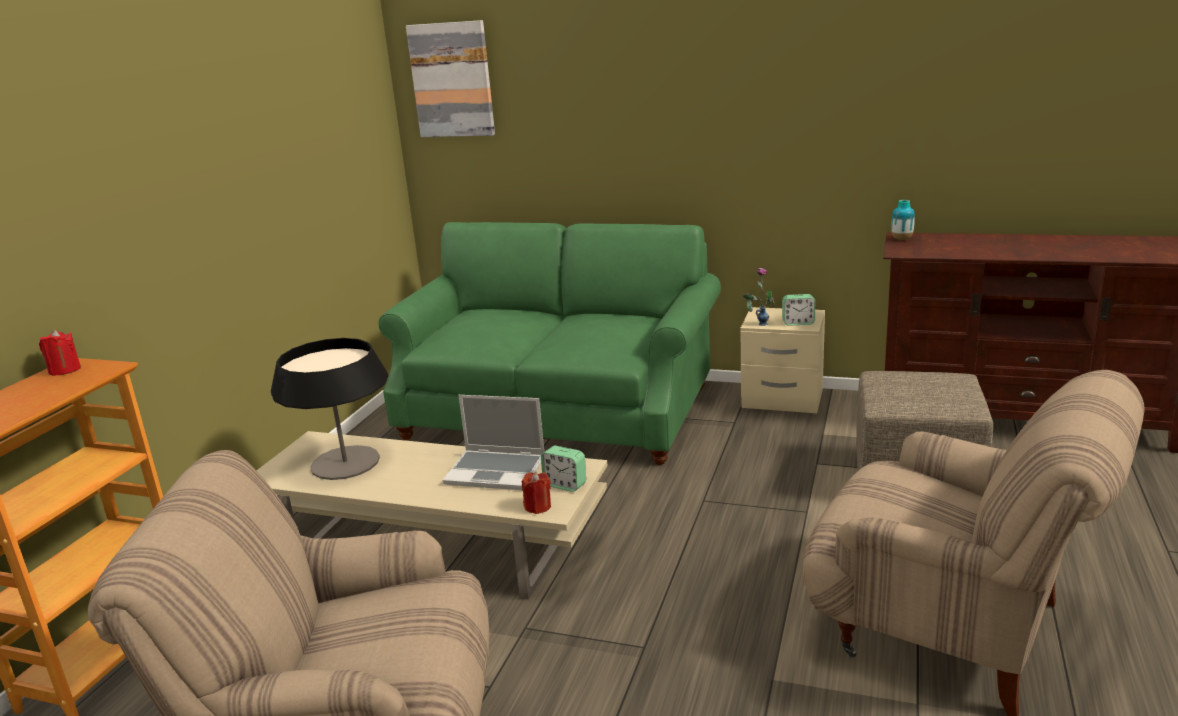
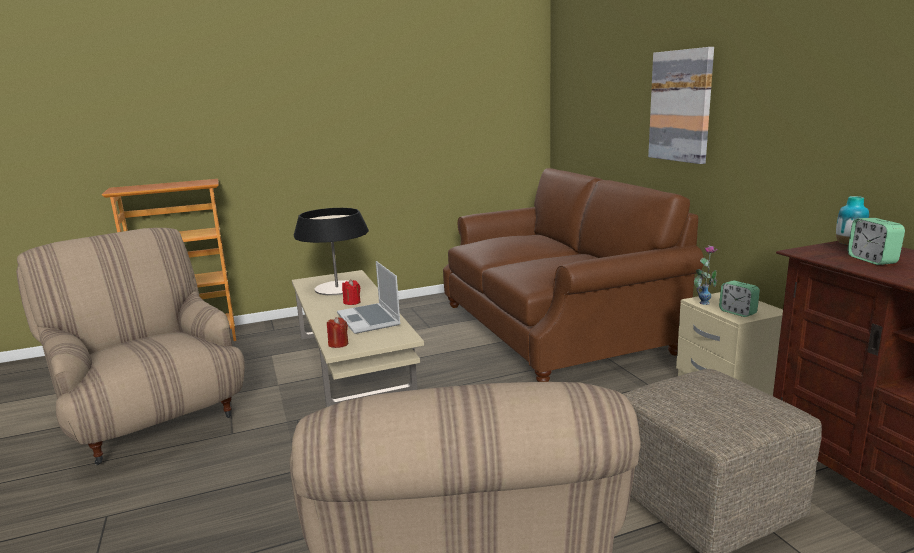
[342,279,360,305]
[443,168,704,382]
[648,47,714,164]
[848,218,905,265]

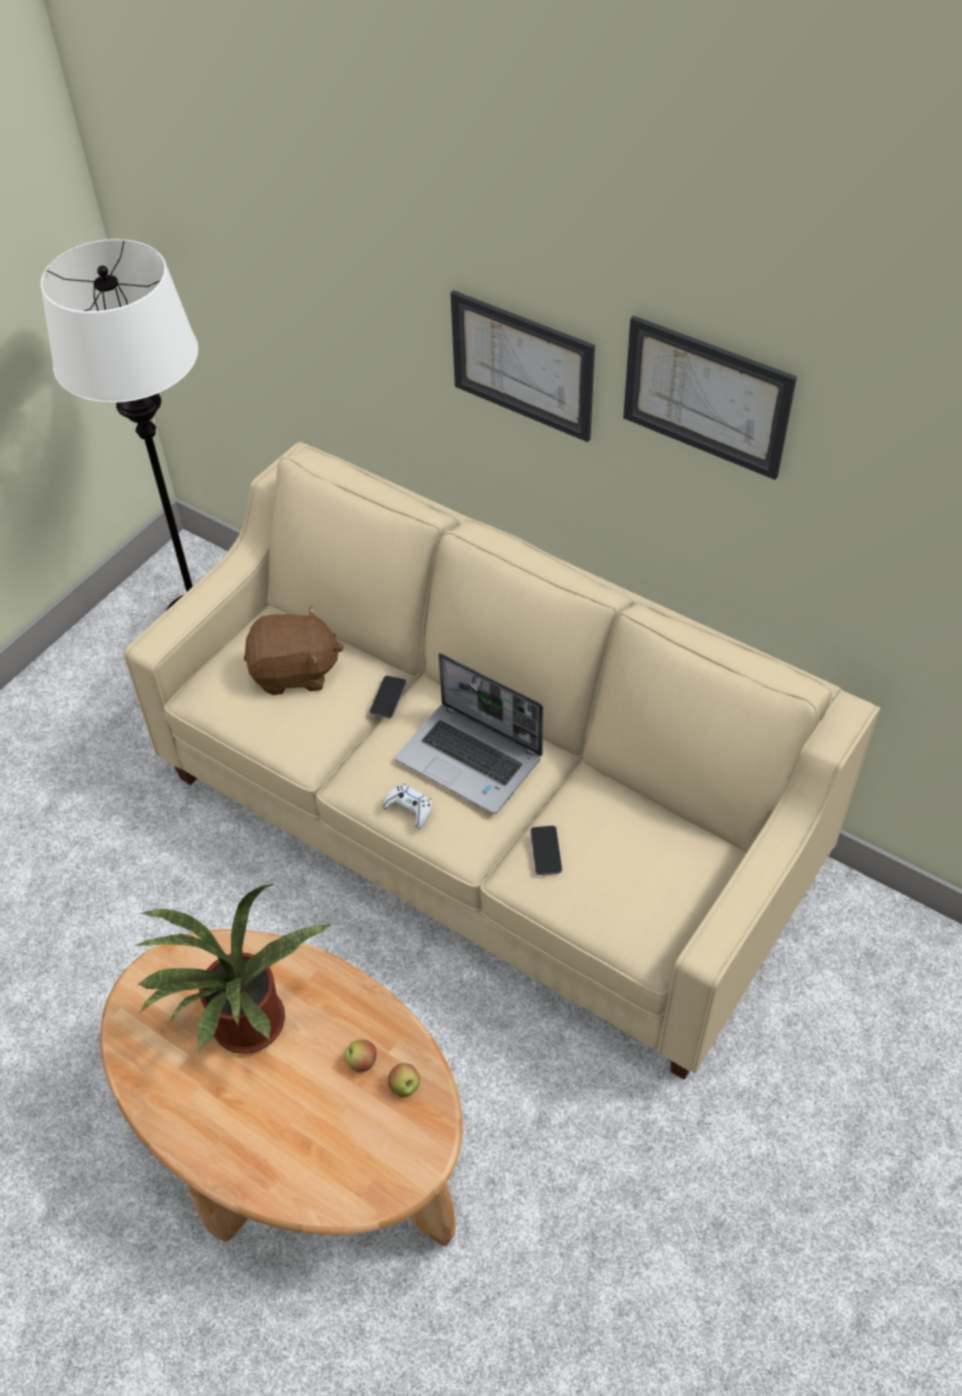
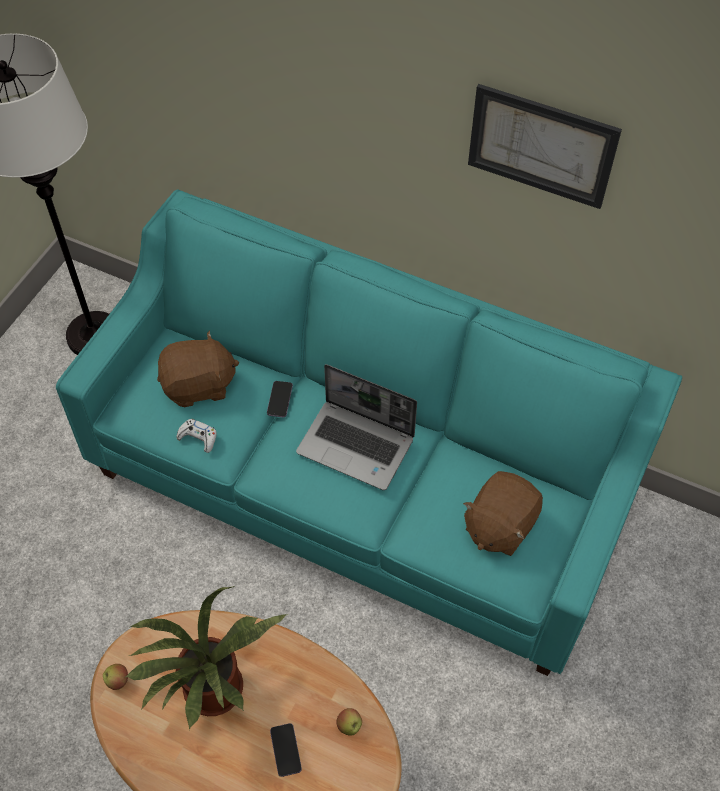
[56,190,682,676]
[103,664,128,690]
[176,419,216,453]
[270,723,302,777]
[463,471,543,556]
[450,290,595,442] (first image)

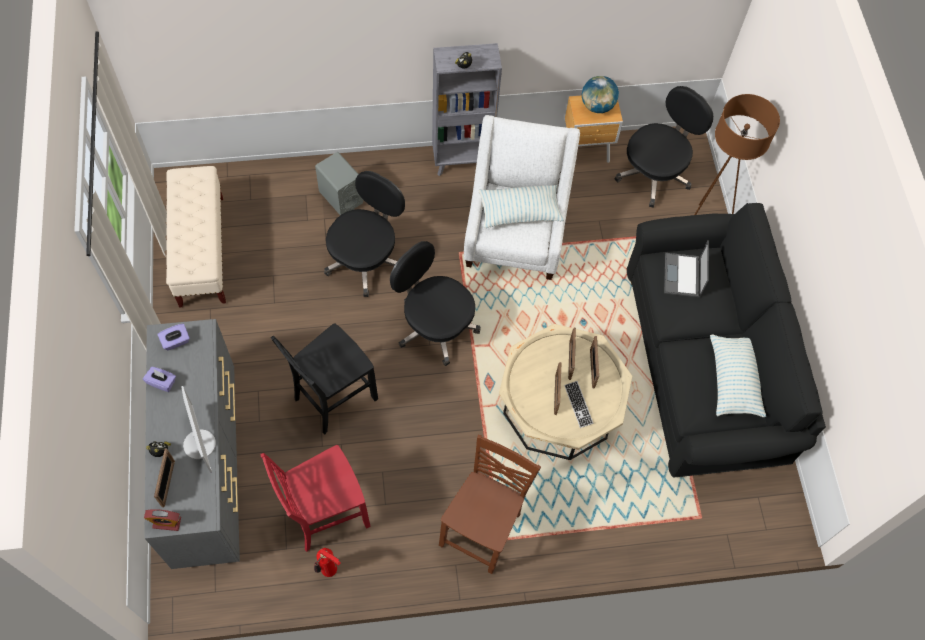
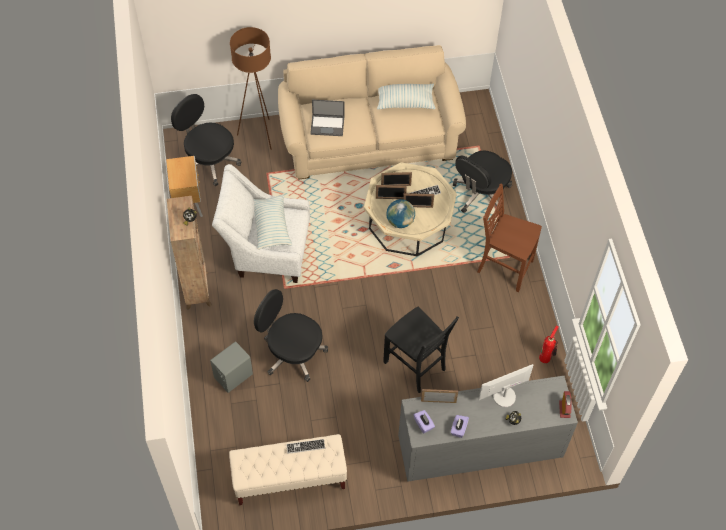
[167,196,212,310]
[278,45,466,180]
[286,439,325,454]
[387,199,415,228]
[421,389,458,403]
[453,150,512,213]
[260,445,370,552] (first image)

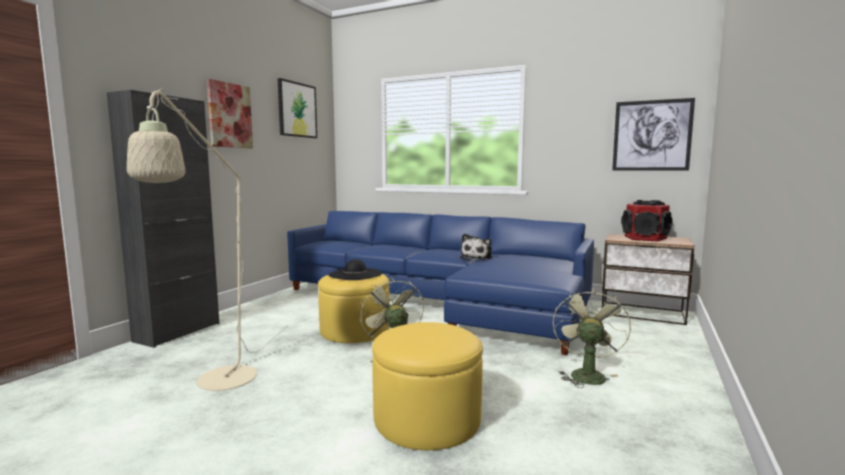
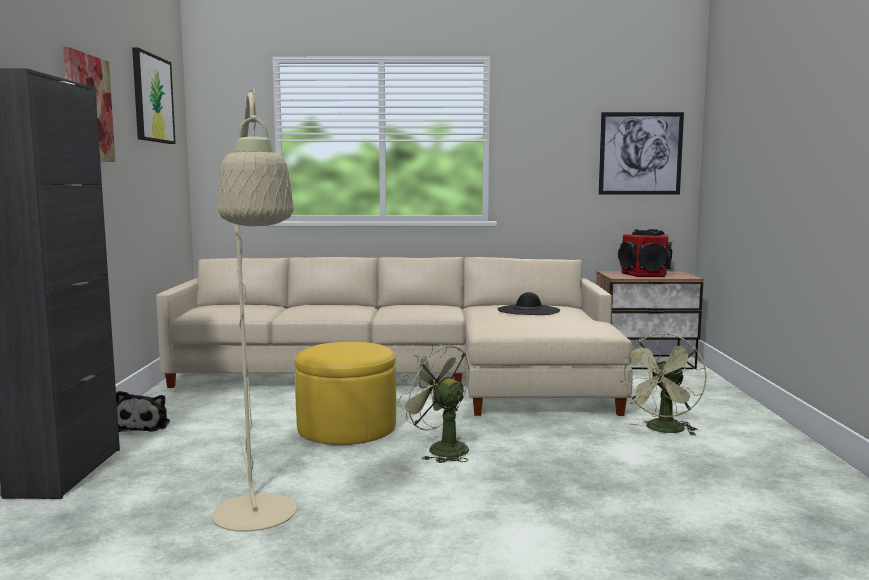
[116,391,170,432]
[156,257,633,416]
[498,292,560,315]
[620,333,707,436]
[372,322,483,450] (first image)

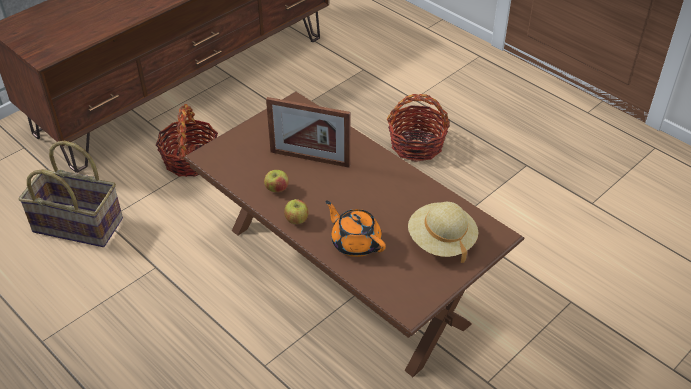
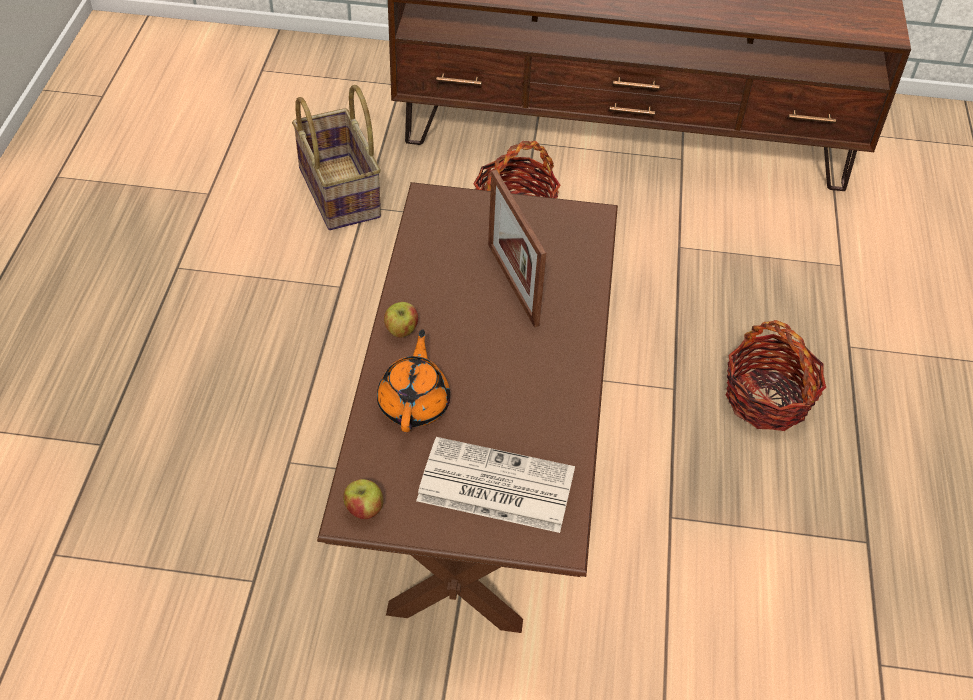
[343,479,384,519]
[416,437,575,533]

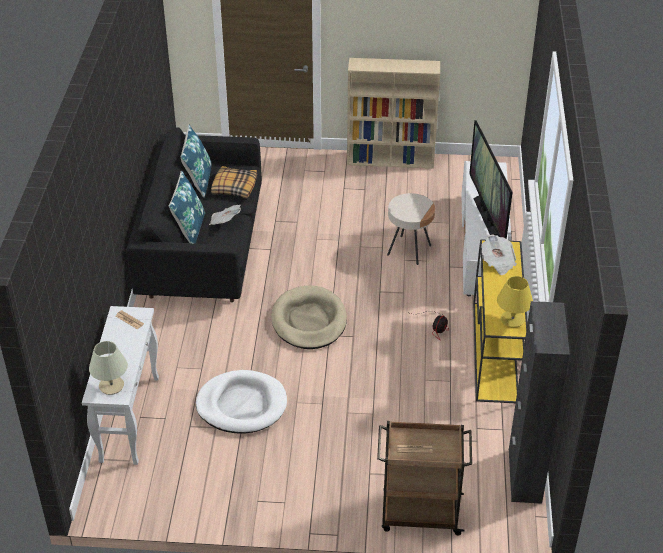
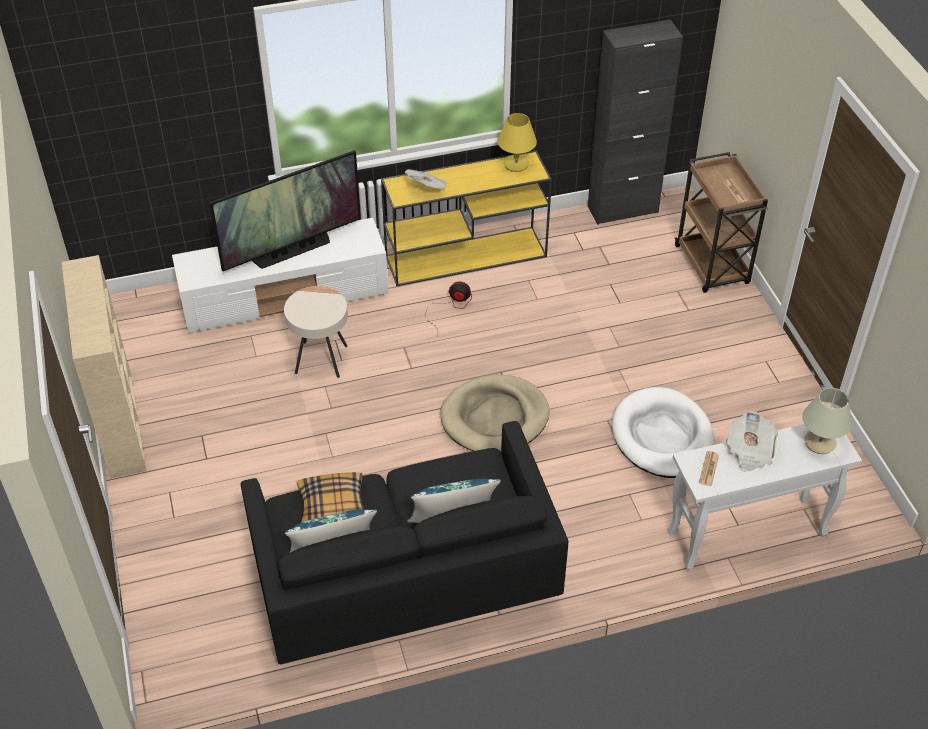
[726,411,778,472]

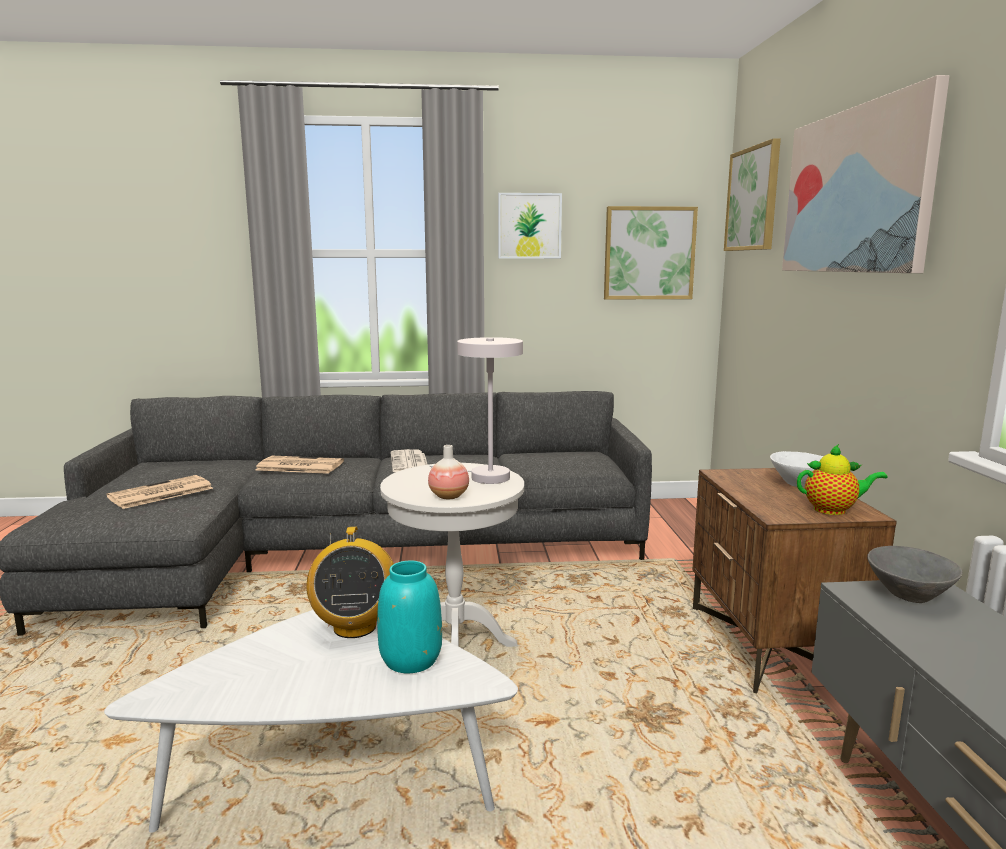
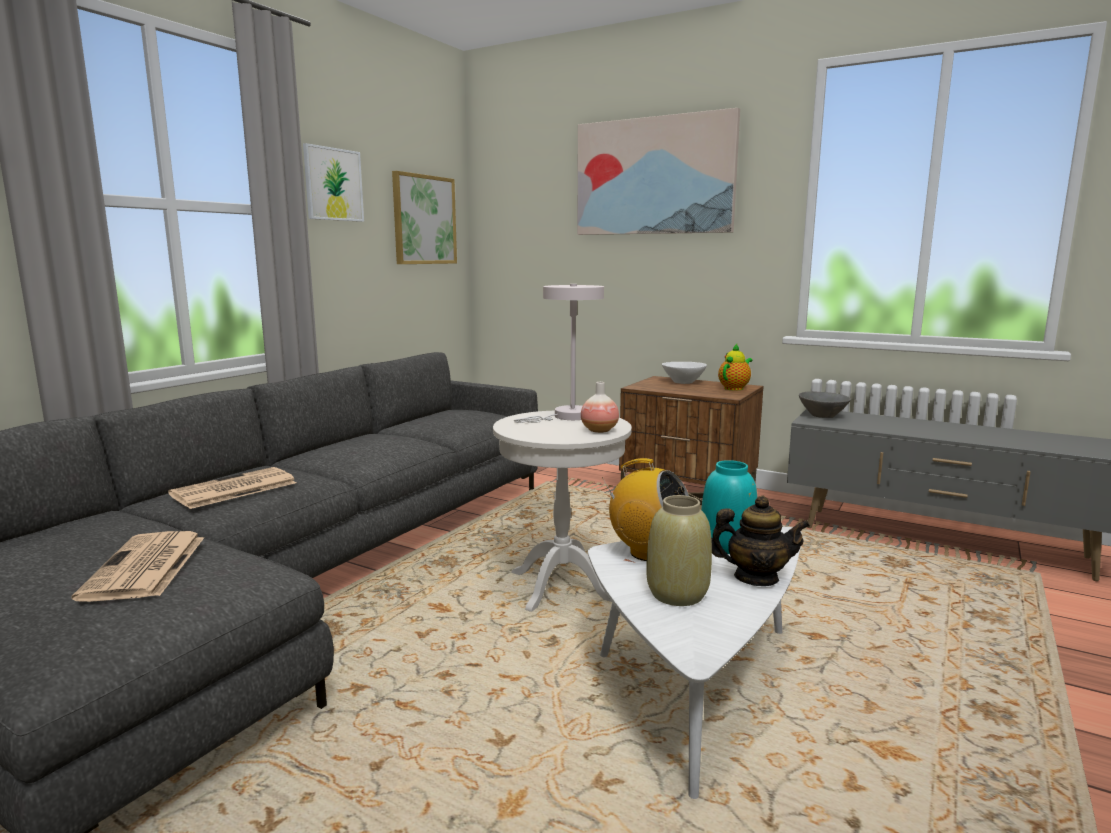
[647,495,712,606]
[711,496,810,586]
[390,449,428,472] (first image)
[724,138,781,251] (first image)

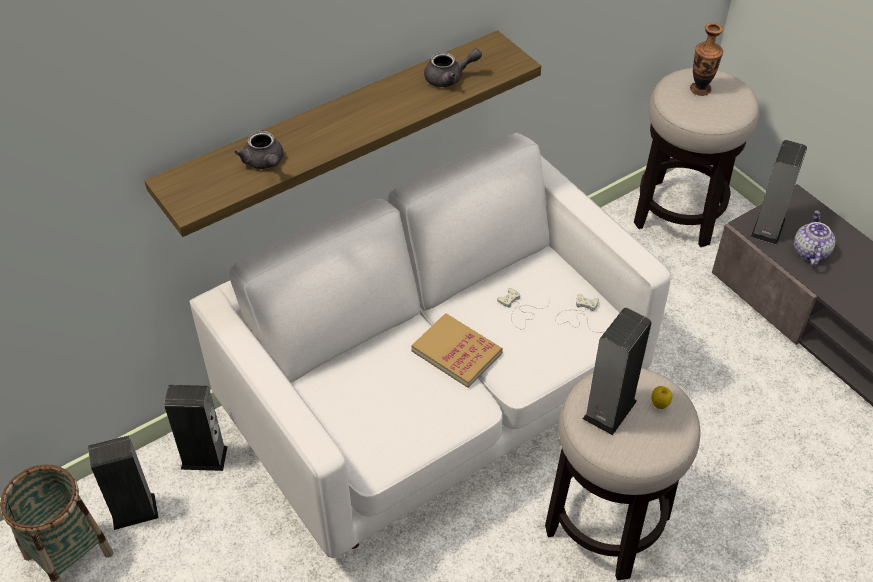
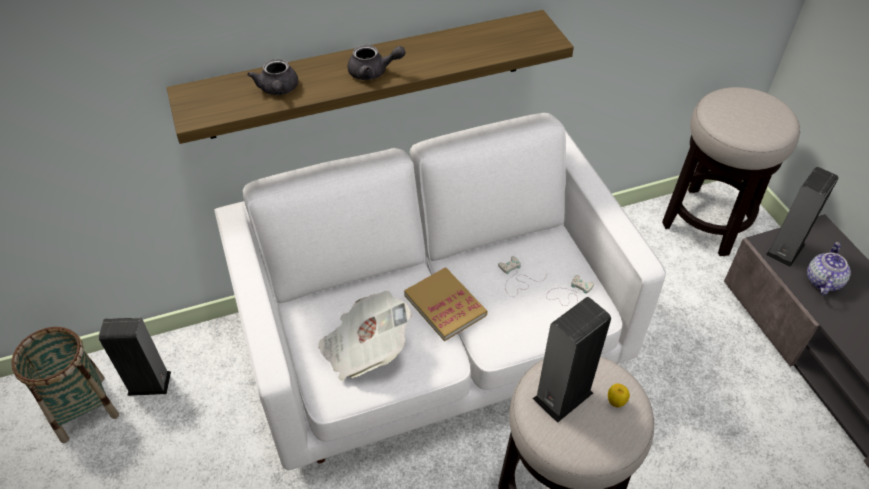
[318,291,412,381]
[347,45,406,80]
[164,385,228,471] (first image)
[690,23,723,96] (first image)

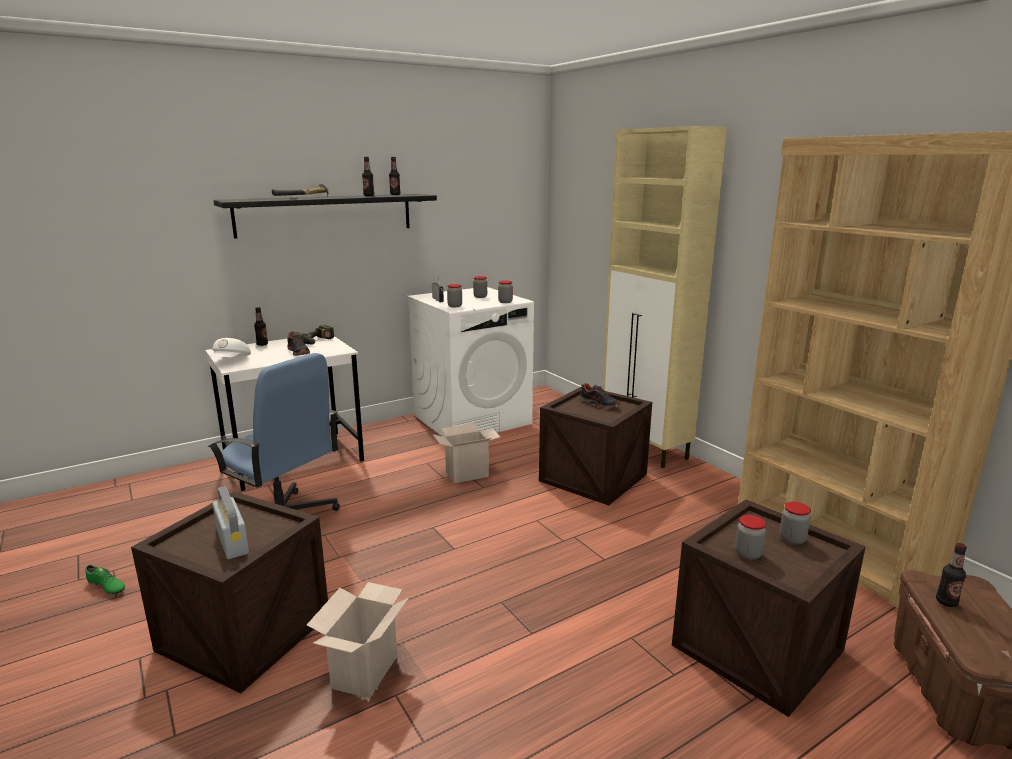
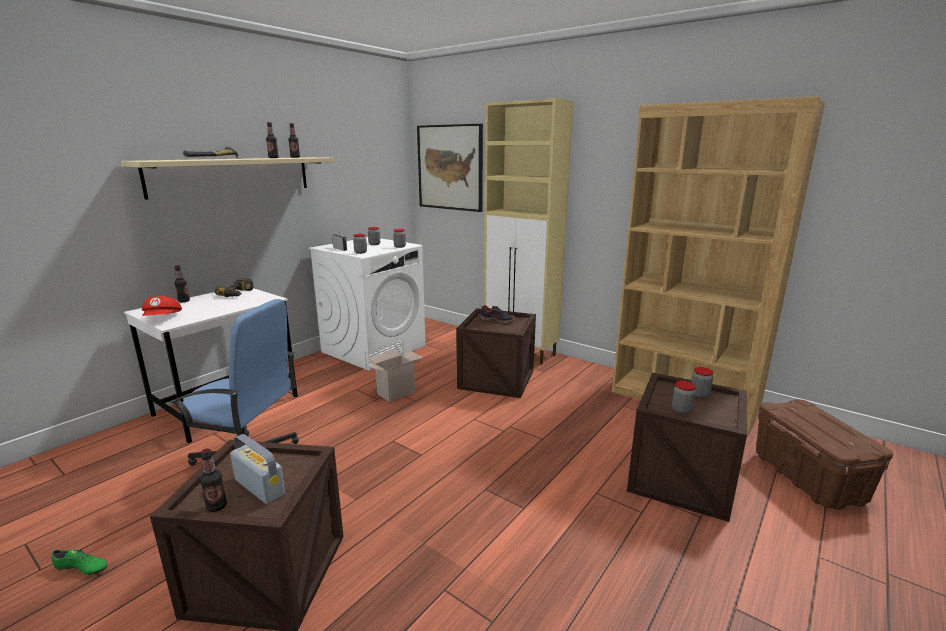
[121,157,335,200]
[142,296,182,316]
[200,448,227,512]
[417,124,483,212]
[287,331,310,356] (first image)
[307,582,409,699] (first image)

